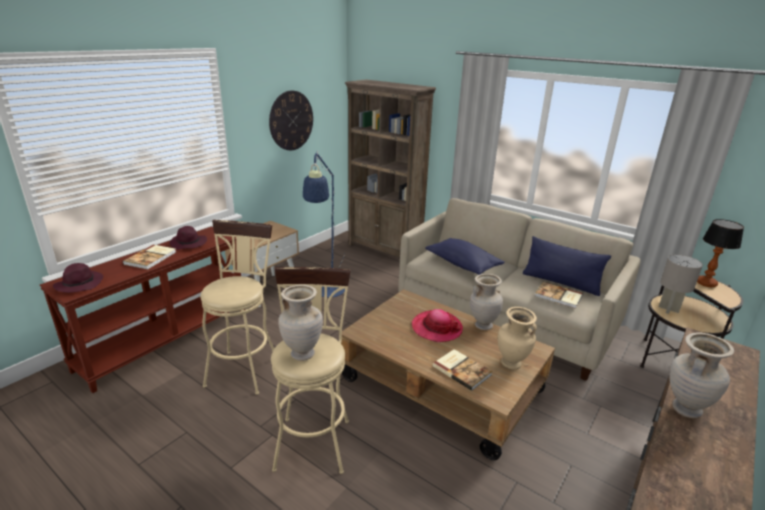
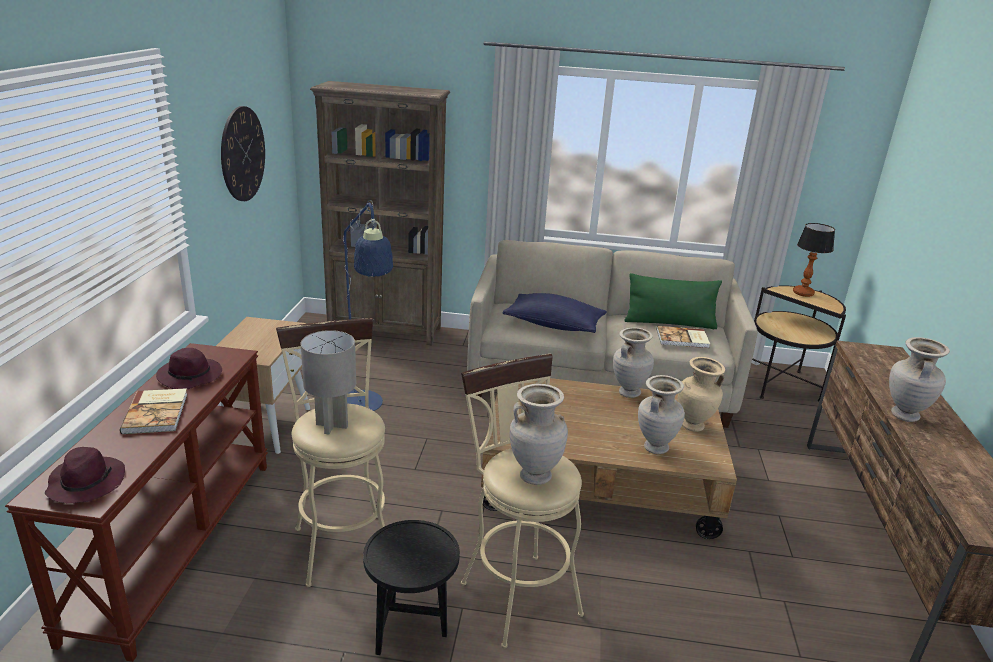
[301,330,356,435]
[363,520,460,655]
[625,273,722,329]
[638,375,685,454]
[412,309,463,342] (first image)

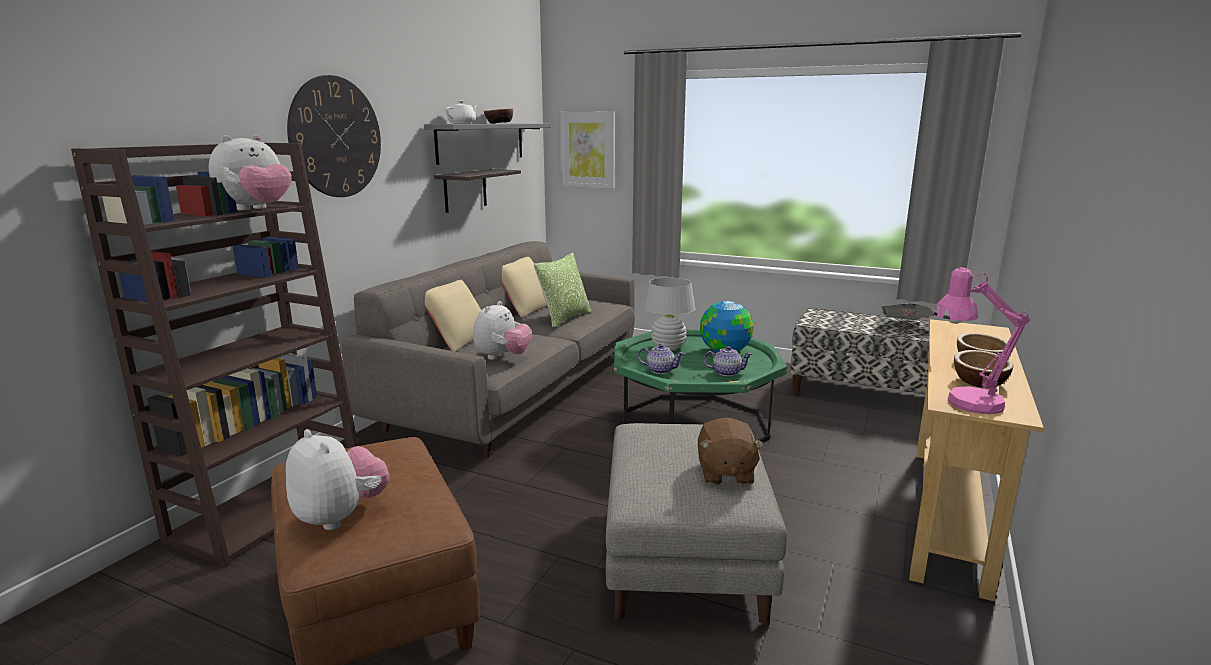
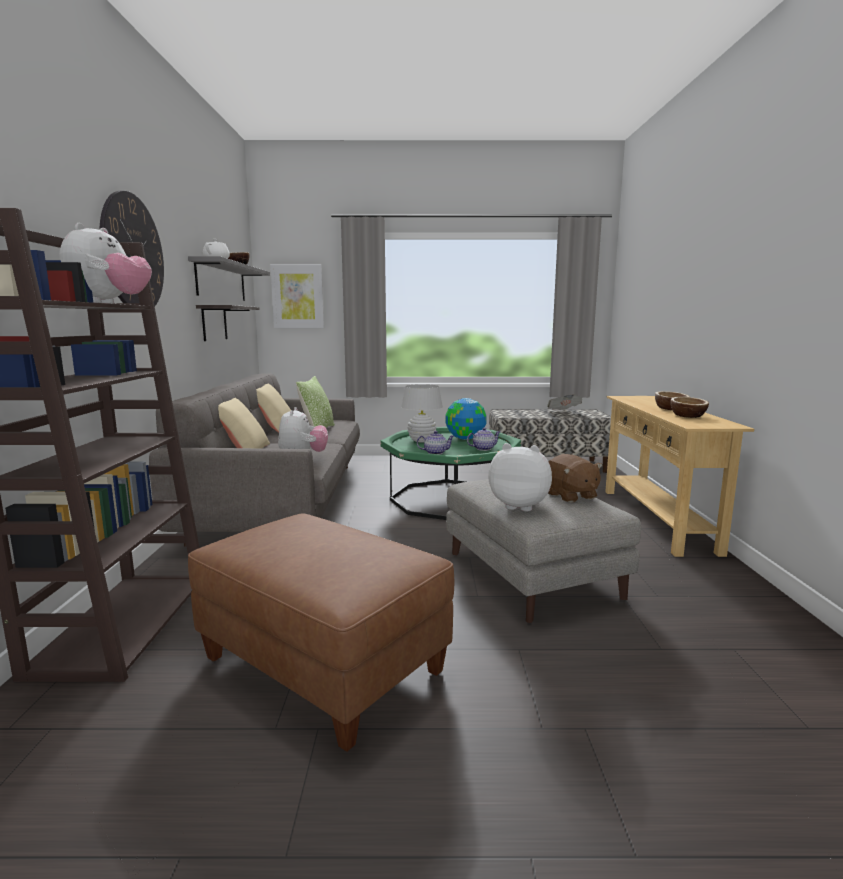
[488,443,552,511]
[933,267,1030,414] (first image)

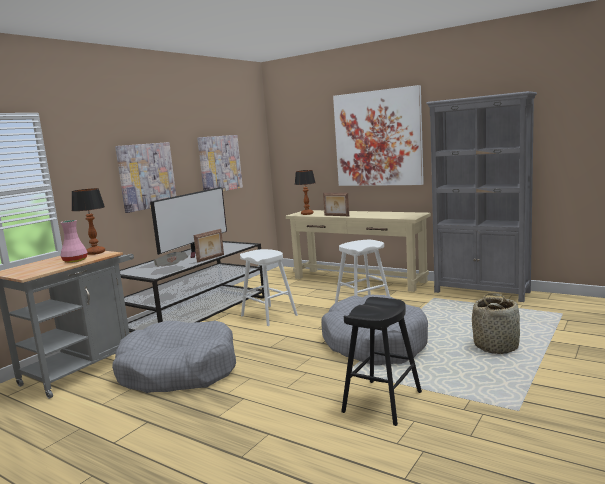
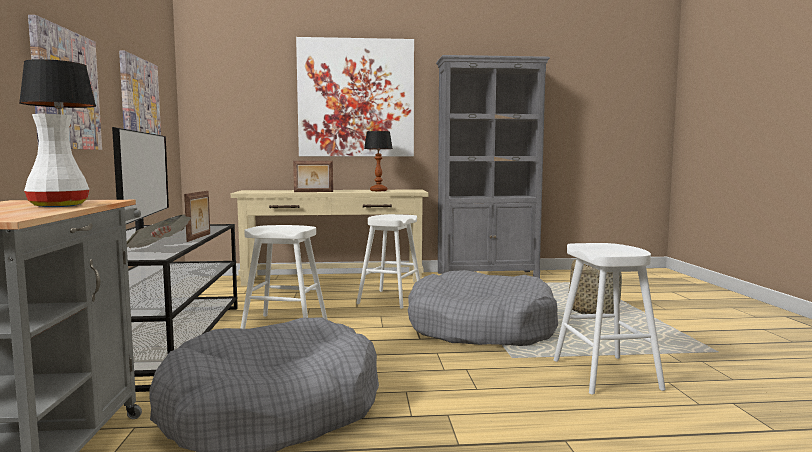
[24,114,89,207]
[364,131,393,191]
[554,243,666,395]

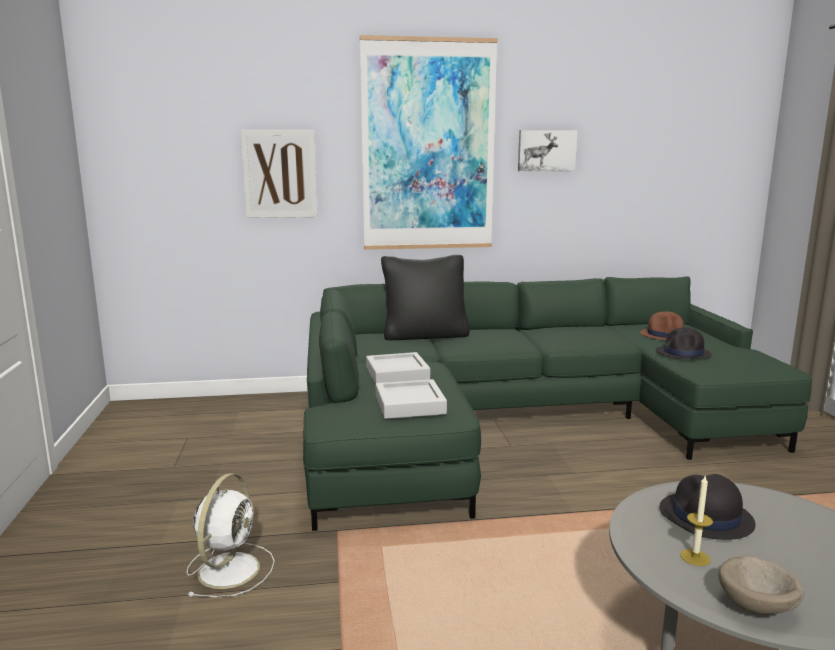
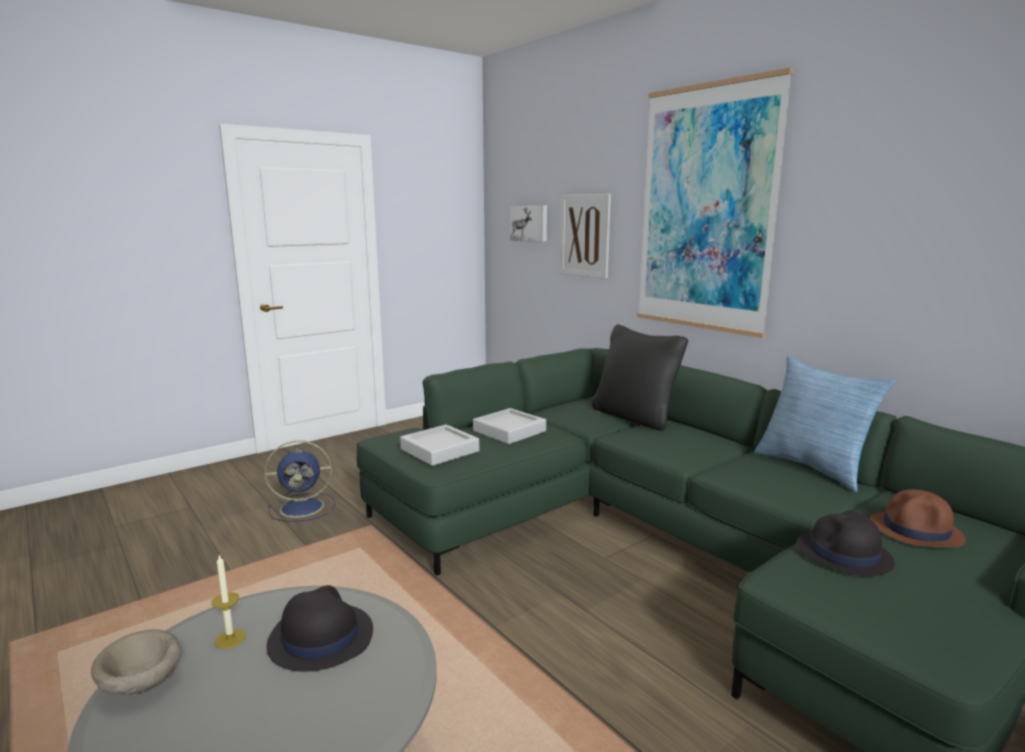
[265,440,335,522]
[510,205,547,242]
[754,355,896,492]

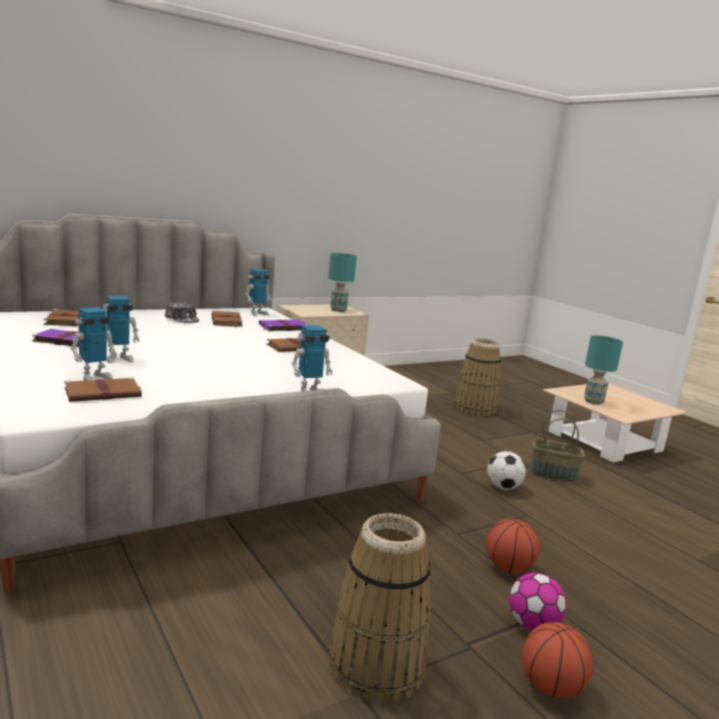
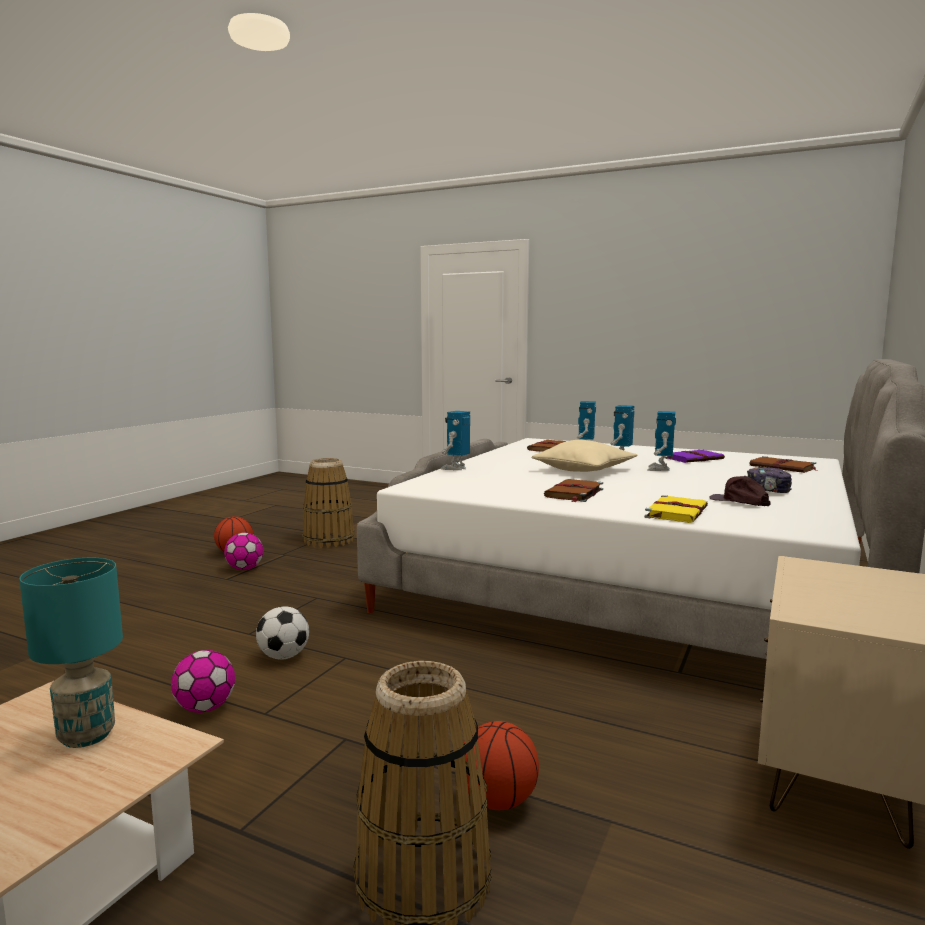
[171,650,235,713]
[463,721,539,810]
[531,440,638,472]
[644,495,708,523]
[647,411,676,471]
[709,476,771,506]
[328,253,357,312] (first image)

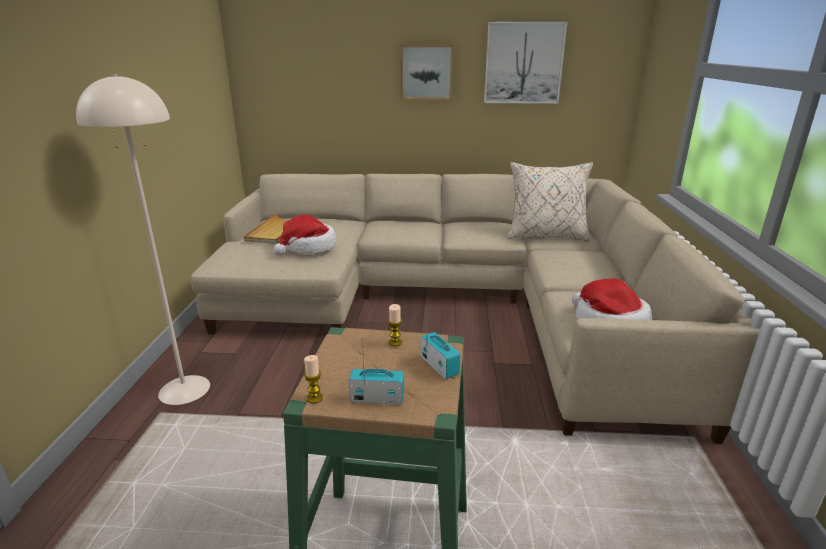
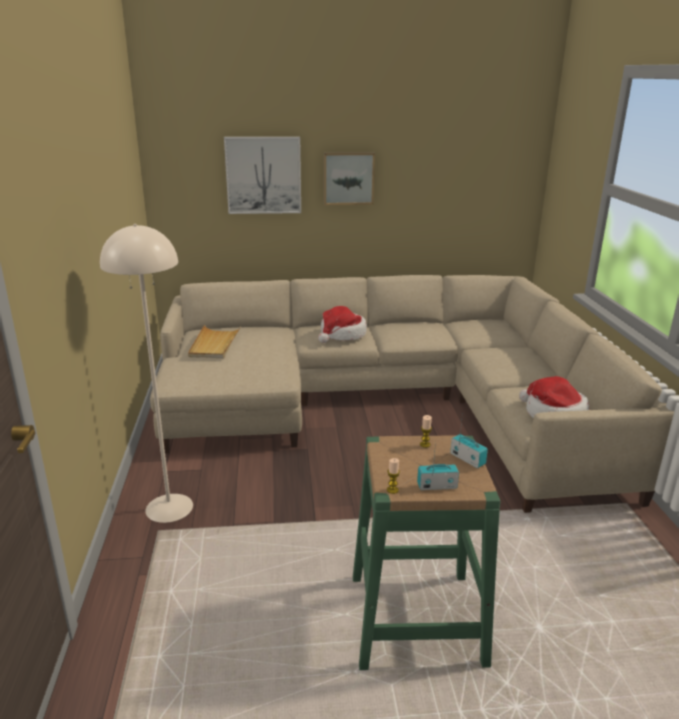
[224,137,301,214]
[318,306,367,343]
[507,162,593,242] (first image)

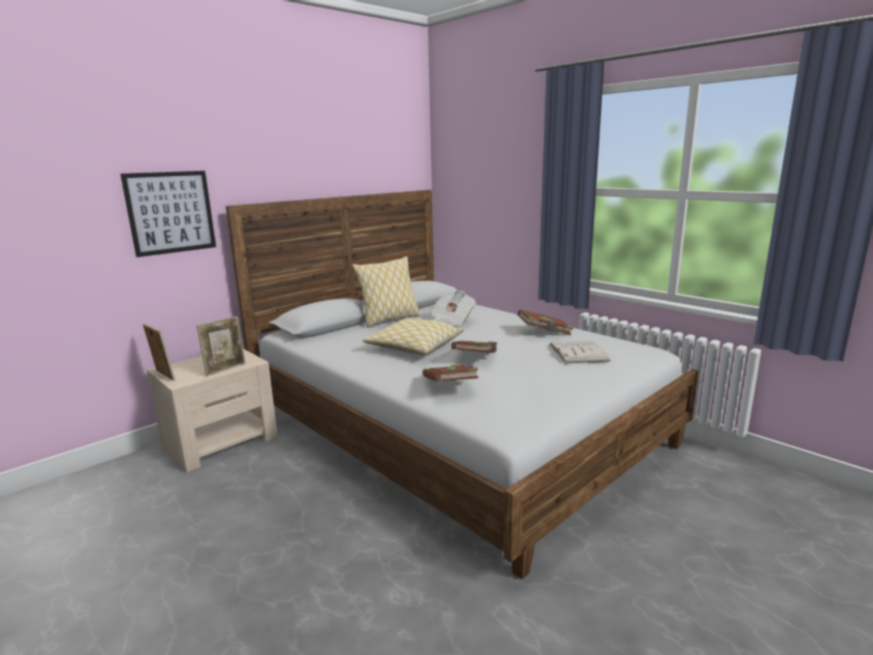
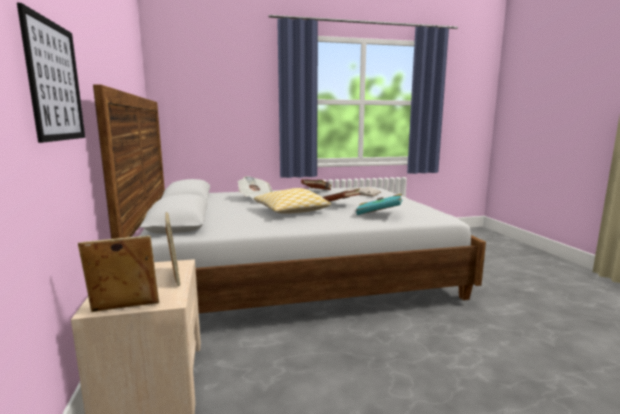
[356,194,403,215]
[352,256,421,328] (first image)

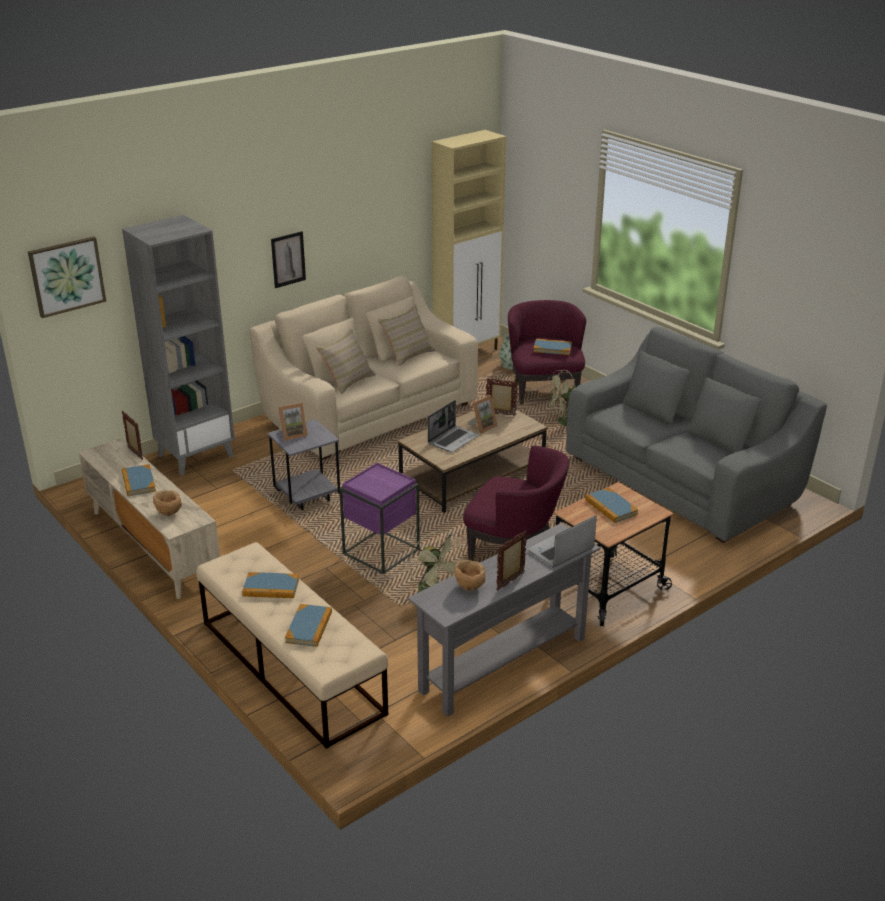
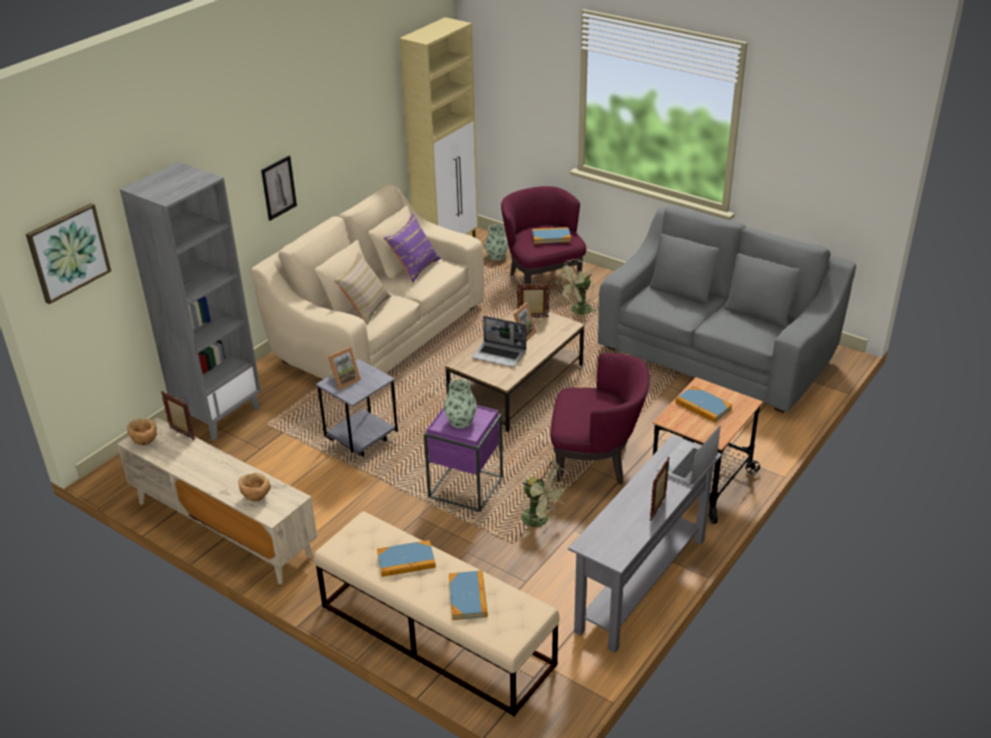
[127,419,157,446]
[384,214,441,282]
[444,379,477,428]
[472,316,526,367]
[122,464,156,496] (first image)

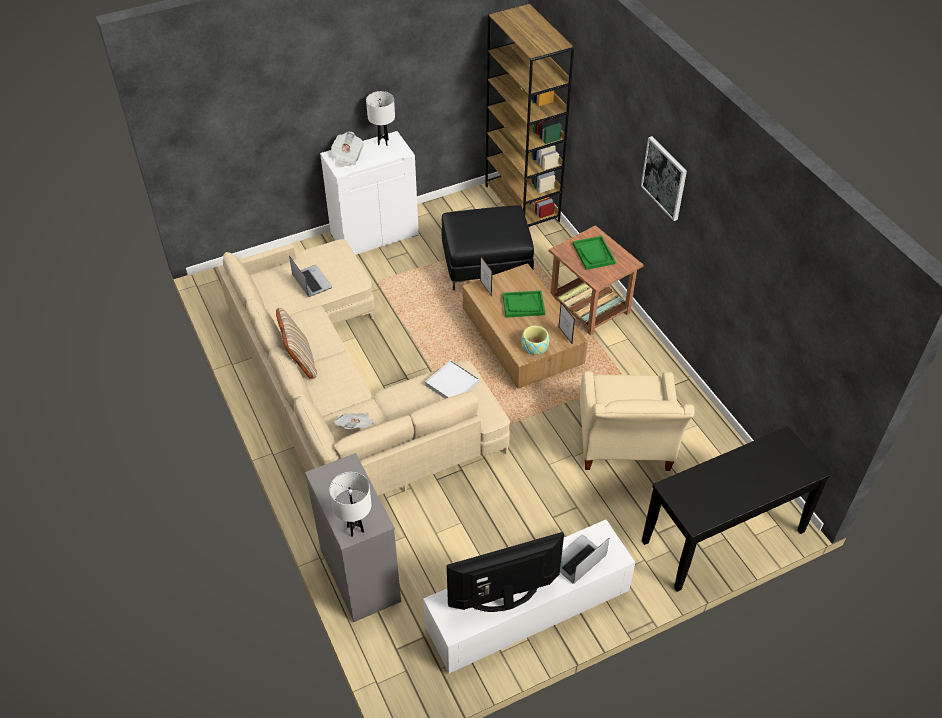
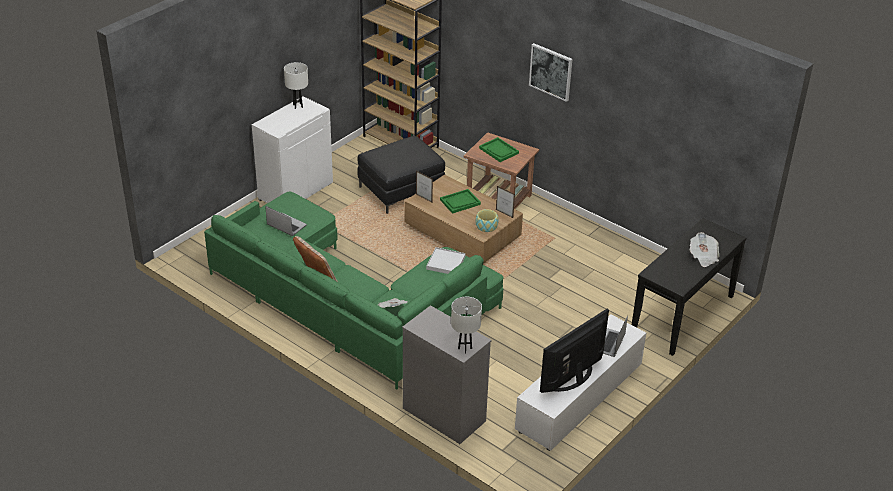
[204,191,504,389]
[690,232,719,267]
[580,371,695,471] (first image)

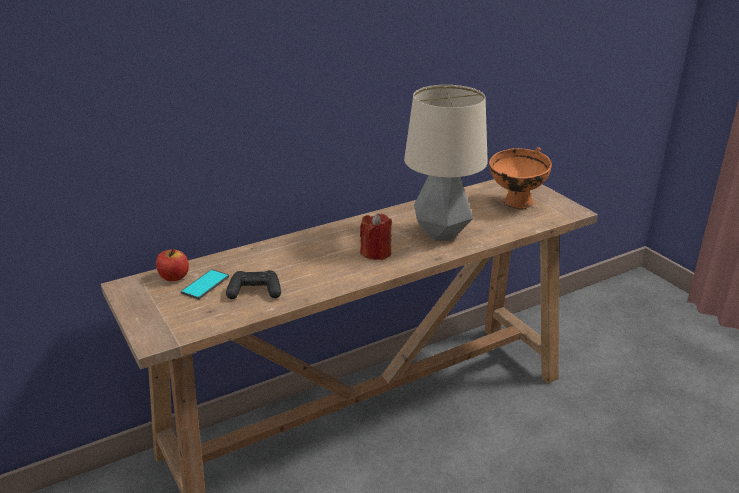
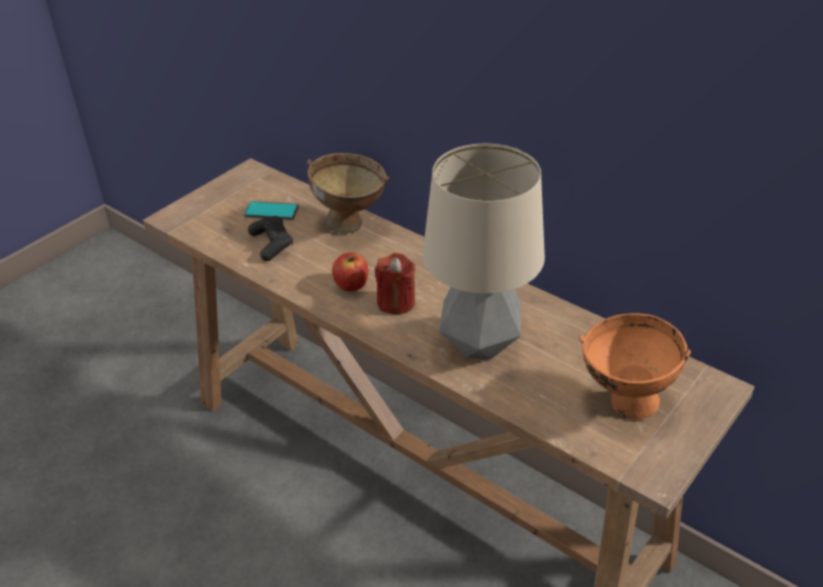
[307,153,389,234]
[332,252,368,291]

